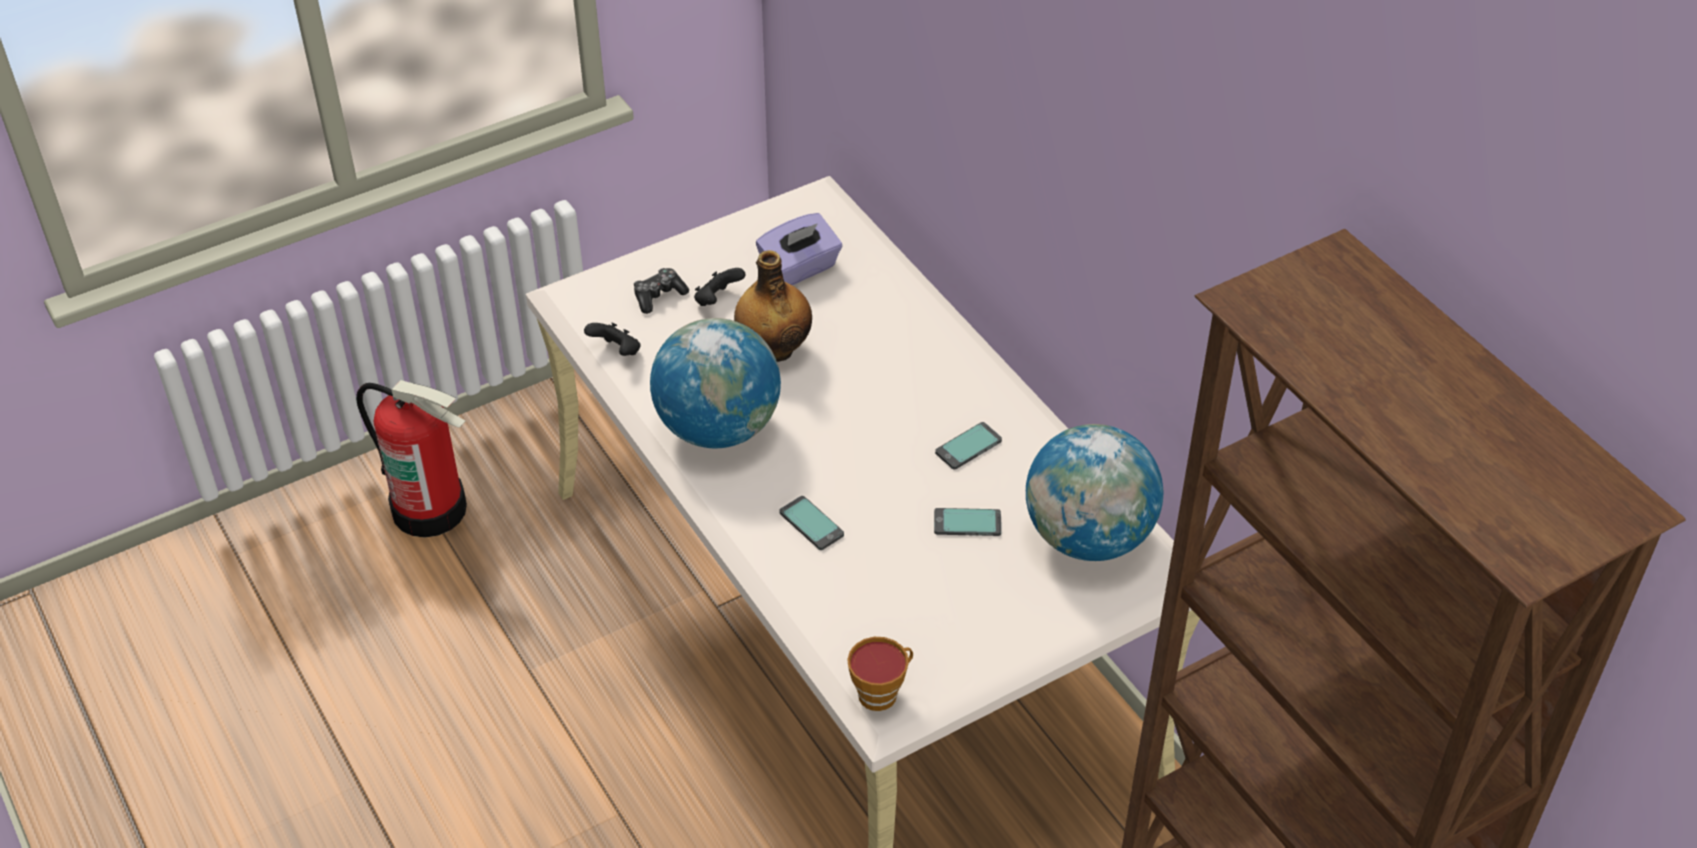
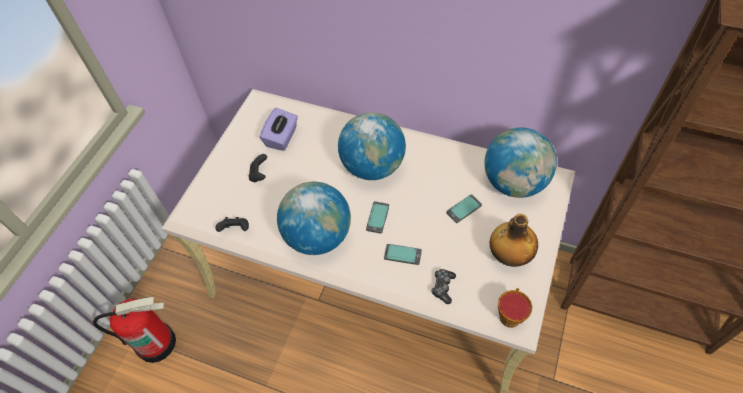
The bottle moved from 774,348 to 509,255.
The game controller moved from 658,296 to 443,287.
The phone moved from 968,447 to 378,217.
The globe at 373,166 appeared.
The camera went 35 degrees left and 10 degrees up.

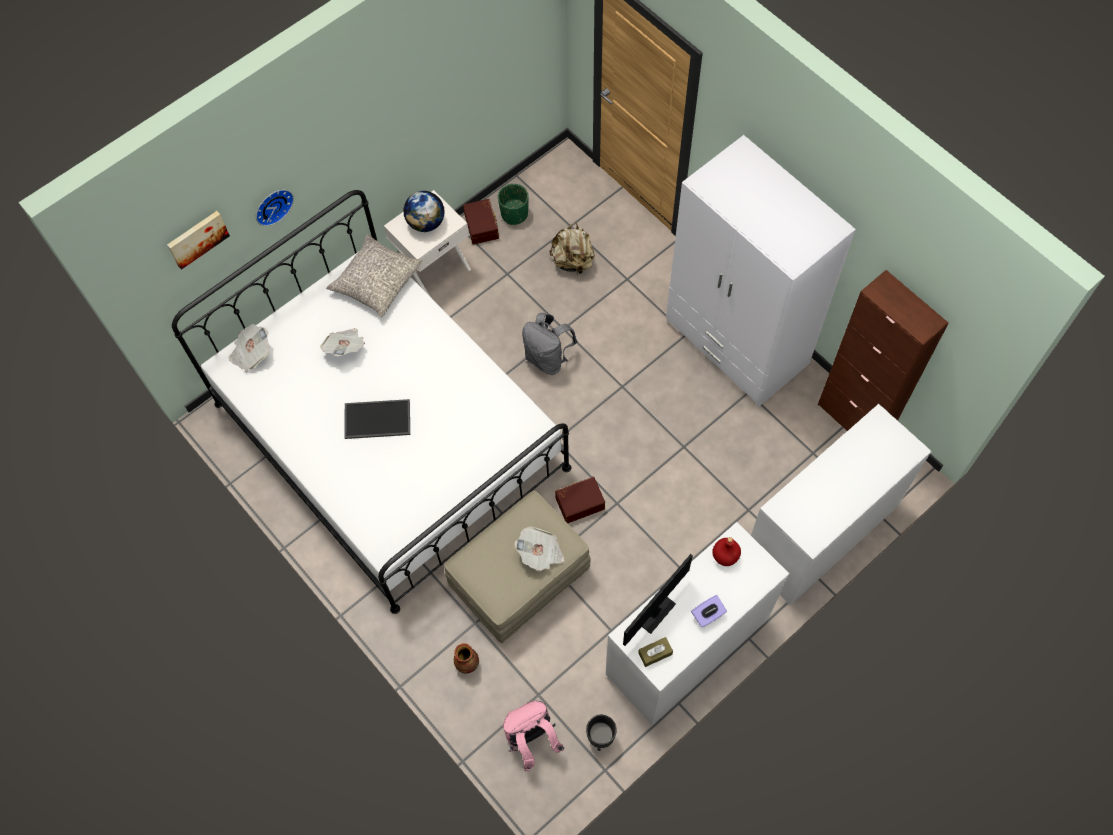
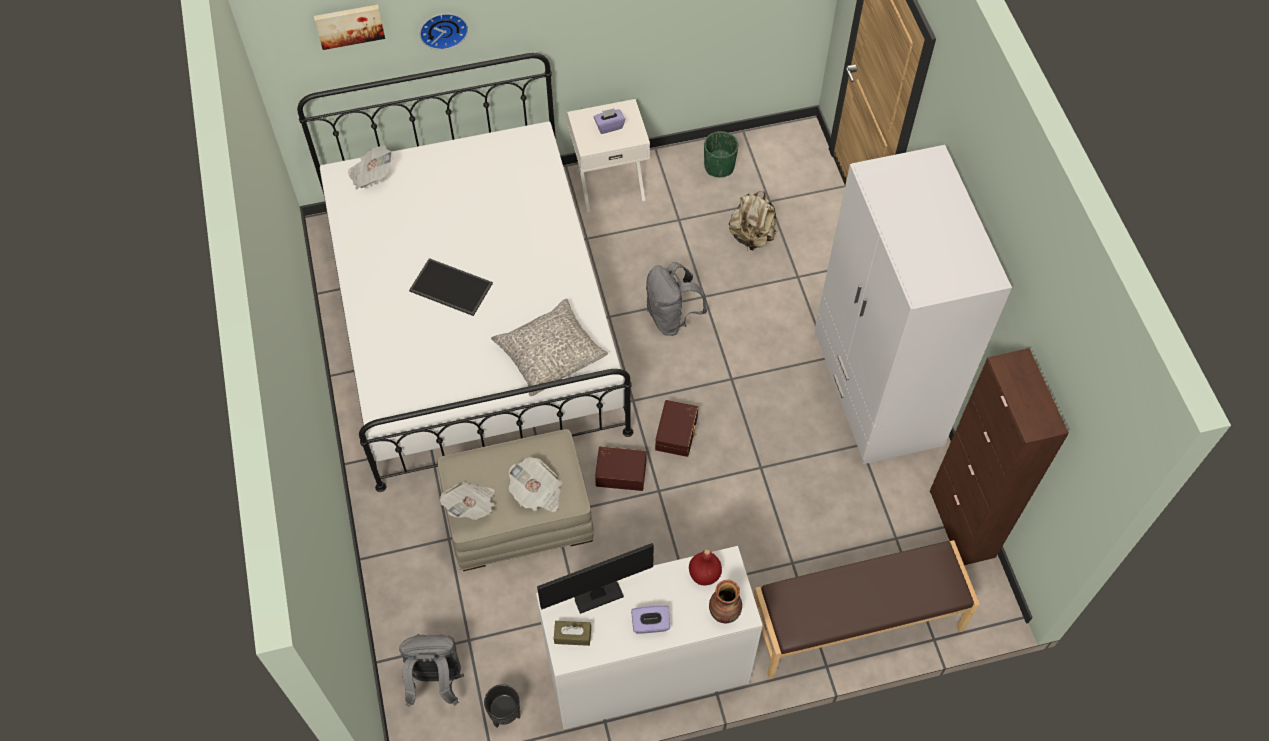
The globe at 426,223 was replaced by the tissue box (purple) at 609,126.
The storage box (brown) moved from 482,226 to 677,433.
The pillow (grey) moved from 376,281 to 550,354.
The newspaper moved from 345,347 to 471,506.
The dresser (white) at 820,533 was replaced by the bench (brown) at 856,624.
The vase moved from 468,664 to 725,613.
The backpack (pink) at 531,740 became the backpack (grey) at 436,681.
The camera went 25 degrees right and 5 degrees down.

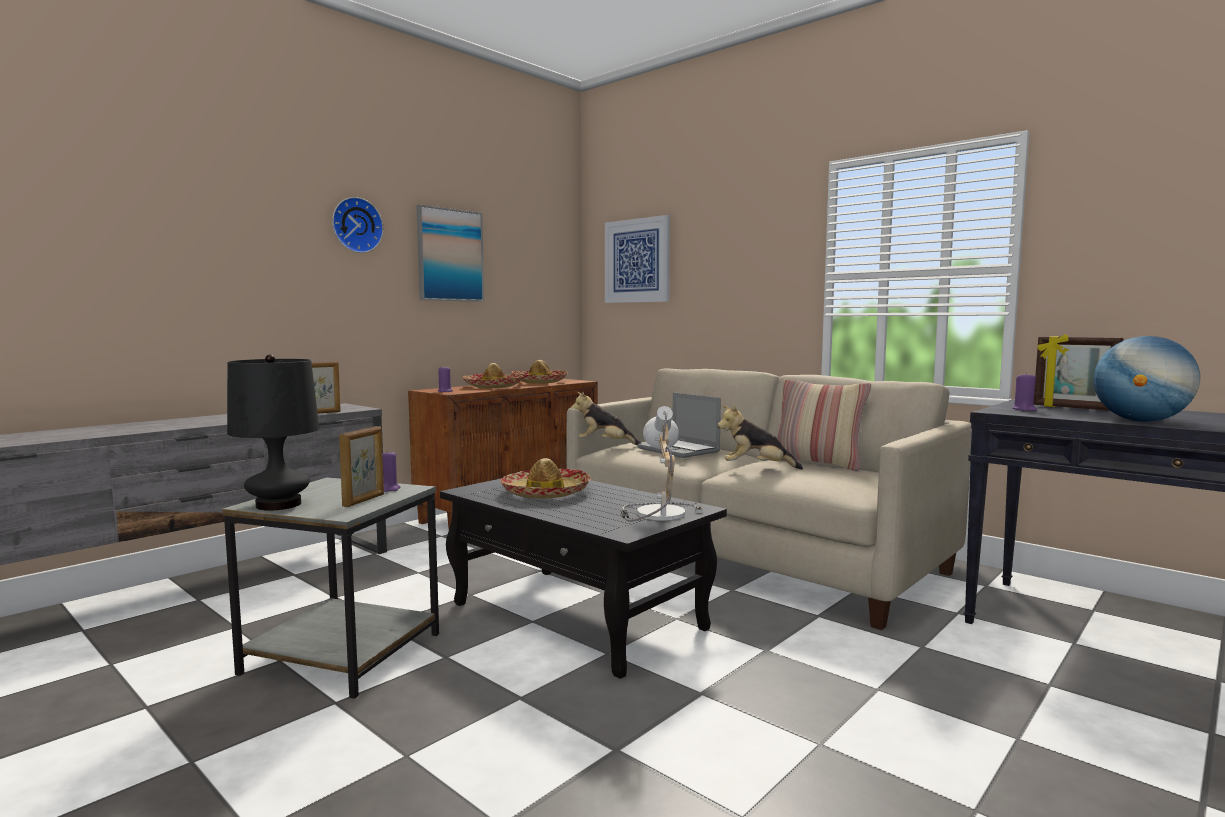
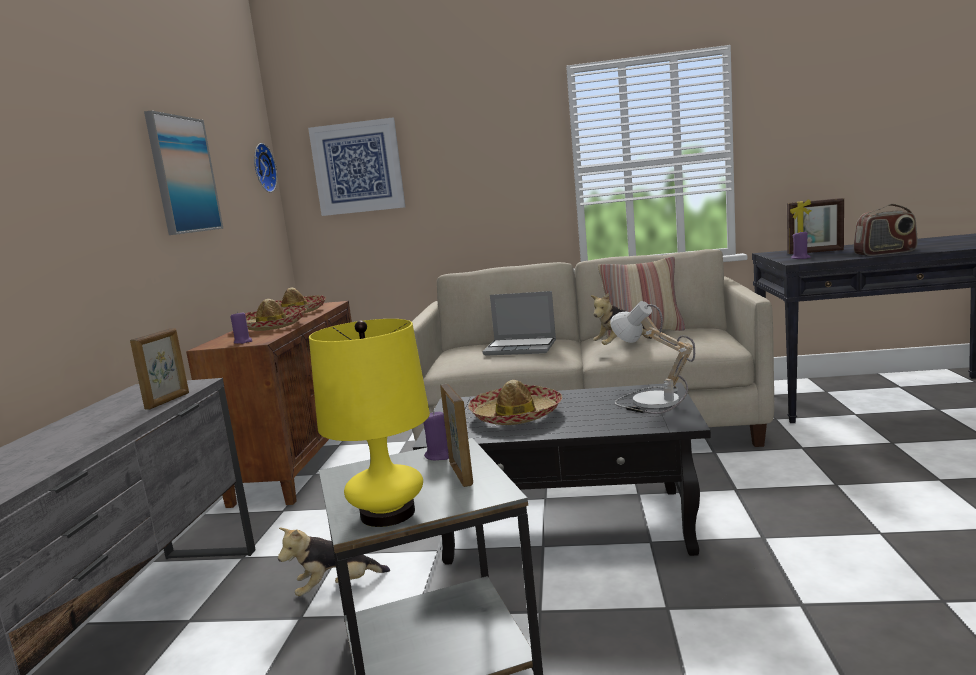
The wall clock moved from 356,225 to 262,168.
The globe at 1141,421 was replaced by the radio at 885,253.
The table lamp (black) at 278,505 became the table lamp (yellow) at 387,513.
The plush toy moved from 605,445 to 336,588.
The camera went 35 degrees left and 5 degrees up.

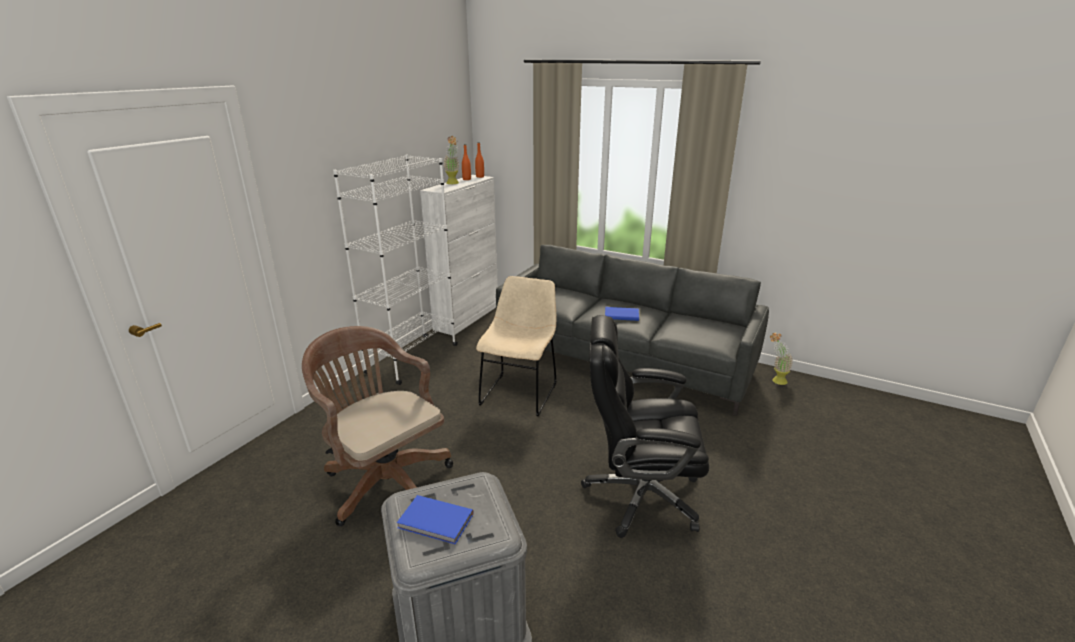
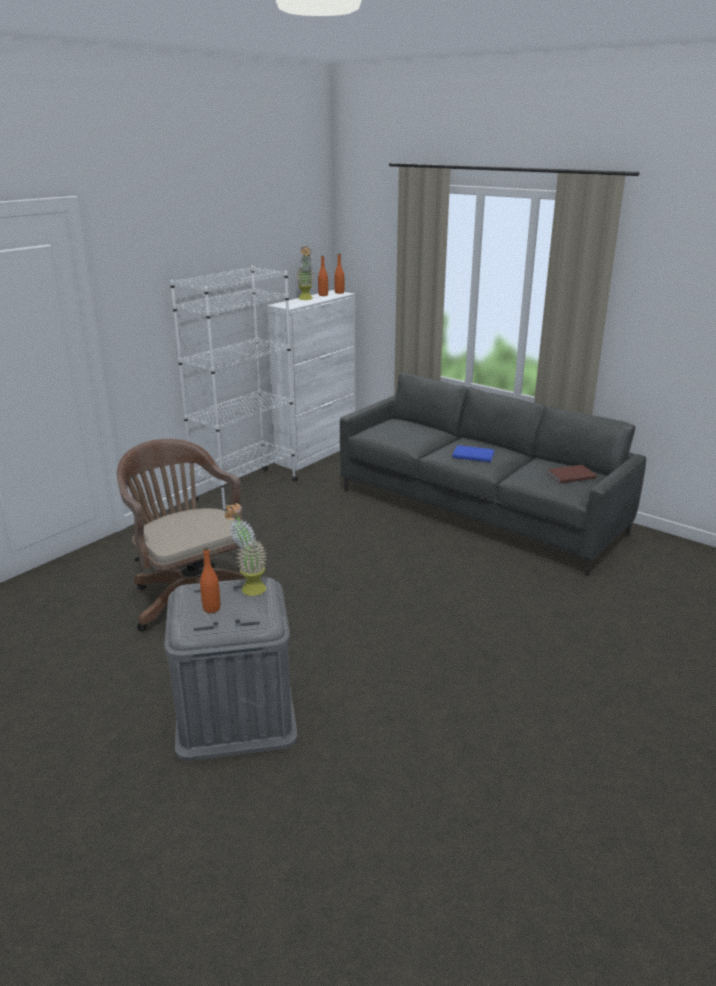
The chair (beige) at 520,392 disappeared.
The office chair (black) at 639,495 disappeared.
The potted plant moved from 775,380 to 248,587.
The book (blue) at 436,522 was replaced by the bottle (orange) at 211,608.
The book (brown) at 570,475 appeared.
The camera went 10 degrees right and 0 degrees up.

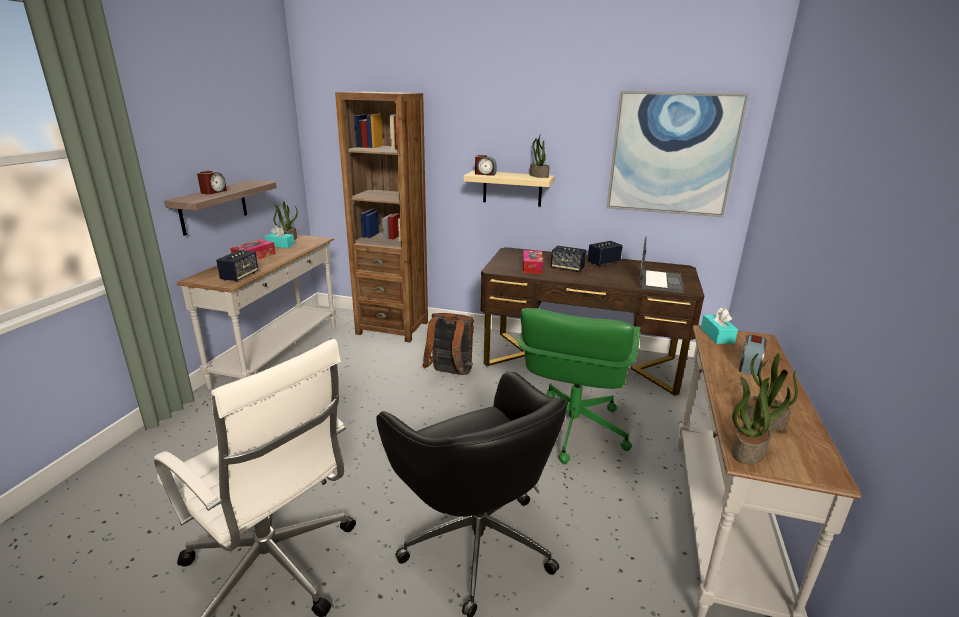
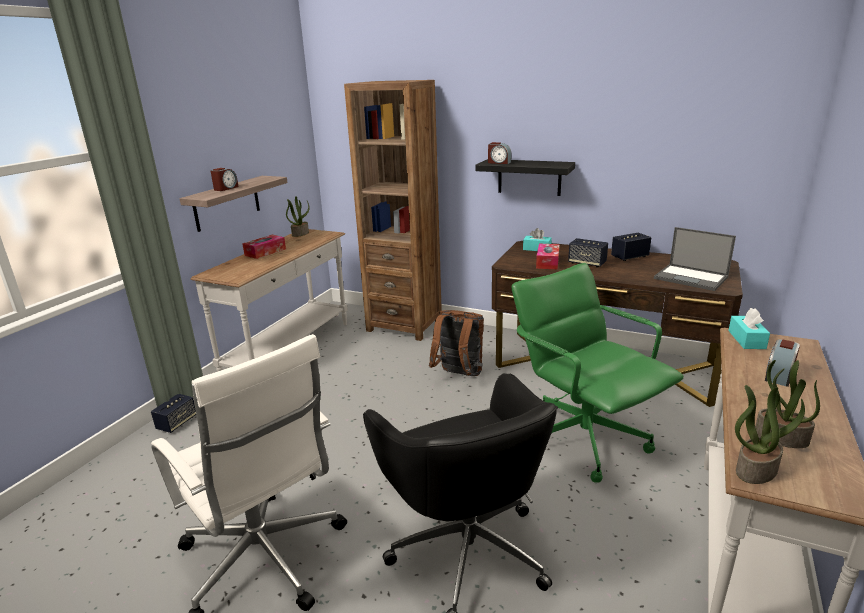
The picture at 672,154 disappeared.
The potted plant at 538,176 disappeared.
The shelf (beige) at 512,188 became the shelf (black) at 529,177.
The tissue box (turquoise) moved from 280,245 to 537,249.
The laptop at 660,281 turned 105 degrees clockwise.
The speaker moved from 240,276 to 177,423.
The office chair (green) at 571,428 turned 120 degrees clockwise.
The camera went 10 degrees right and 0 degrees up.

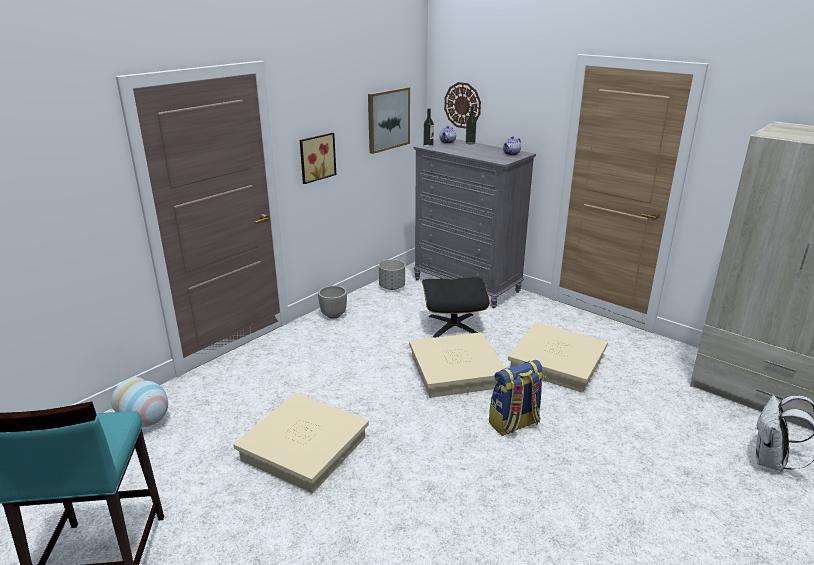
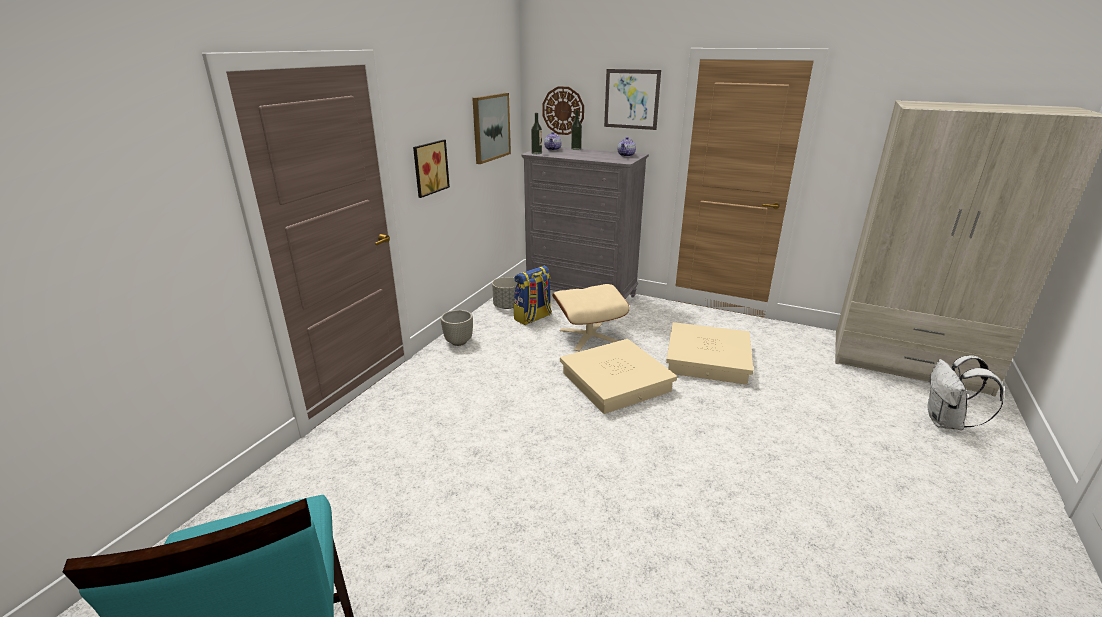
The ottoman (black) at 453,325 became the ottoman (beige) at 589,336.
The backpack moved from 514,424 to 533,318.
The vase at 147,421 disappeared.
The storage box (beige) at 304,448 disappeared.
The picture at 631,99 appeared.
The camera went 15 degrees left and 0 degrees up.

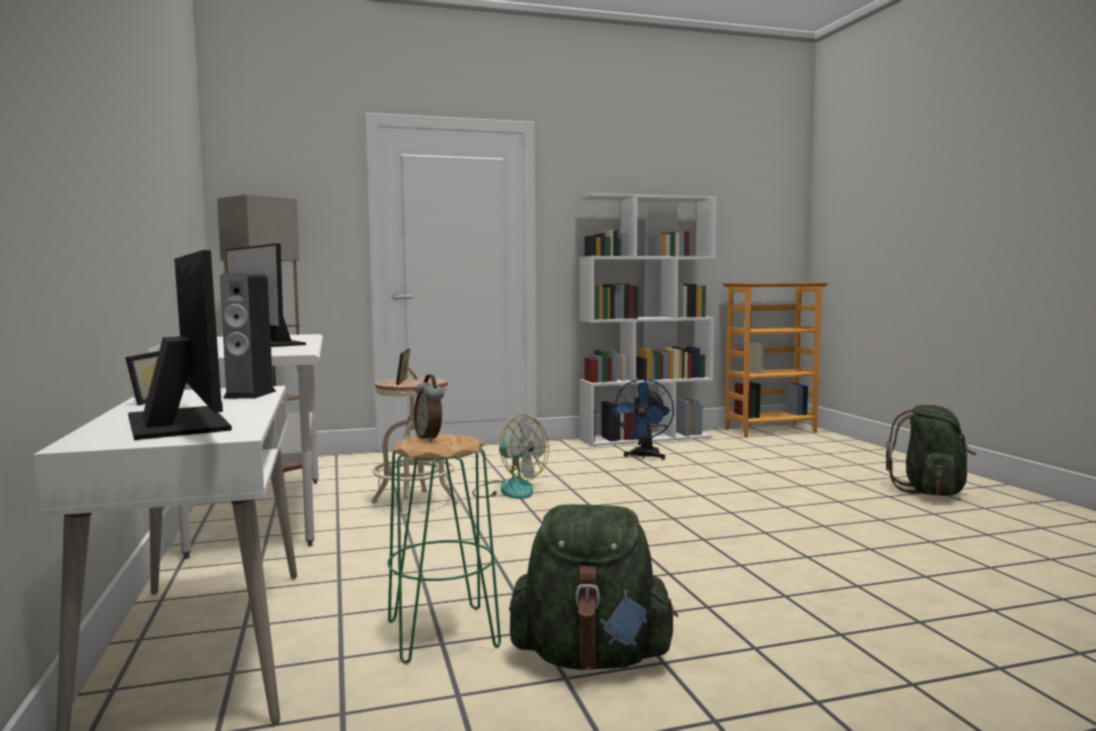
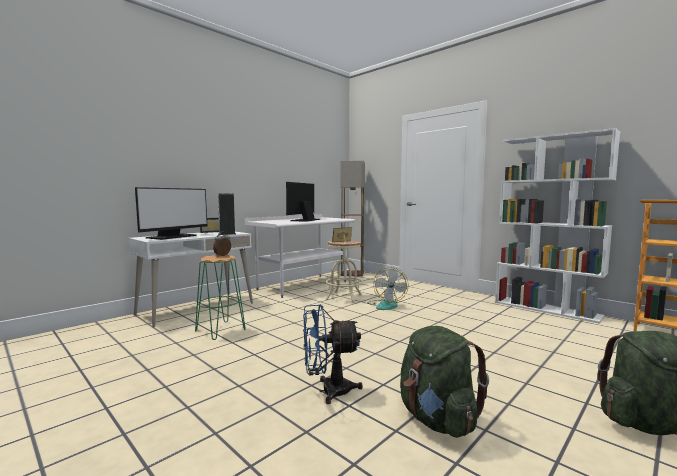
The fan (blue) moved from 644,457 to 328,391.
The backpack (green) moved from 591,658 to 437,419.
The camera went 60 degrees right and 0 degrees up.

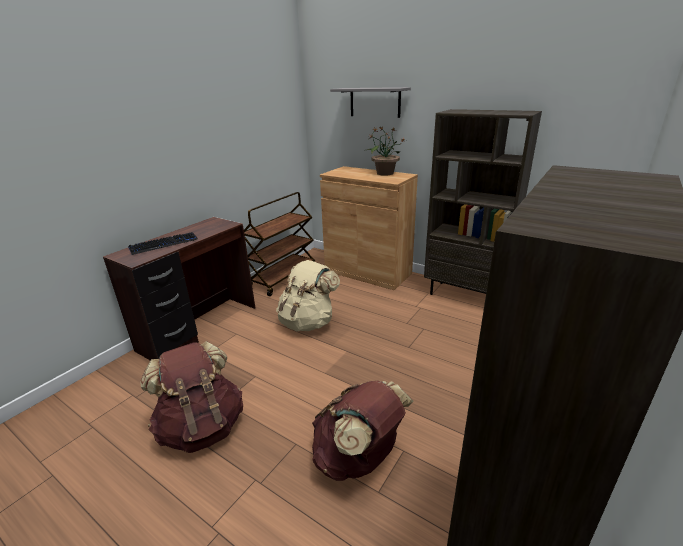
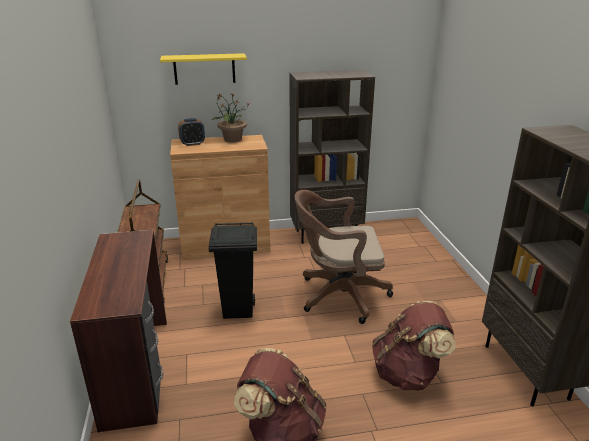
The shelf (grey) at 375,102 became the shelf (yellow) at 204,69.
The keyboard at 164,244 disappeared.
The backpack (beige) at 308,322 was replaced by the trash can (black) at 238,310.
The alarm clock at 192,144 appeared.
The office chair (brown) at 338,295 appeared.
The camera went 45 degrees left and 0 degrees up.

